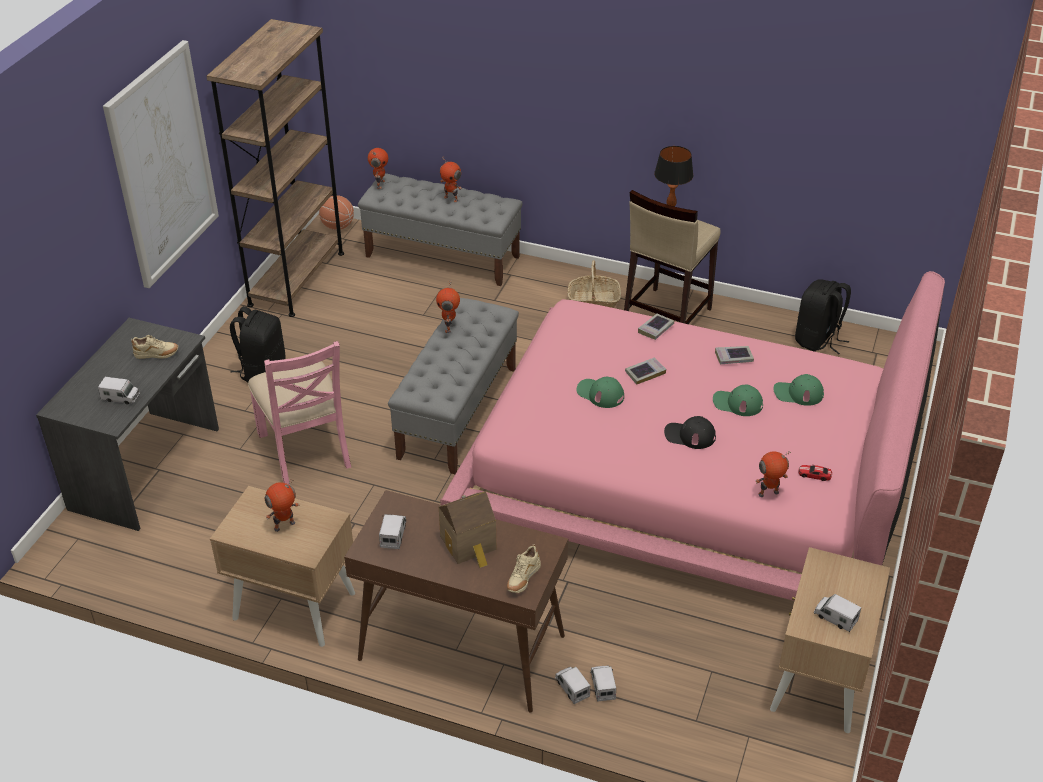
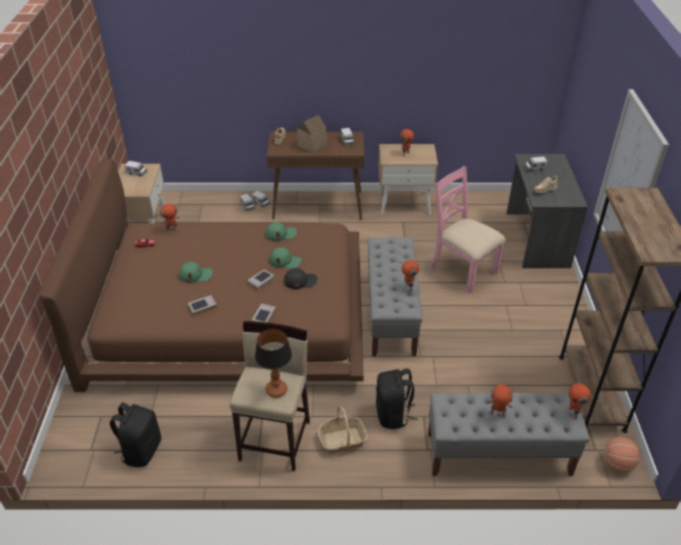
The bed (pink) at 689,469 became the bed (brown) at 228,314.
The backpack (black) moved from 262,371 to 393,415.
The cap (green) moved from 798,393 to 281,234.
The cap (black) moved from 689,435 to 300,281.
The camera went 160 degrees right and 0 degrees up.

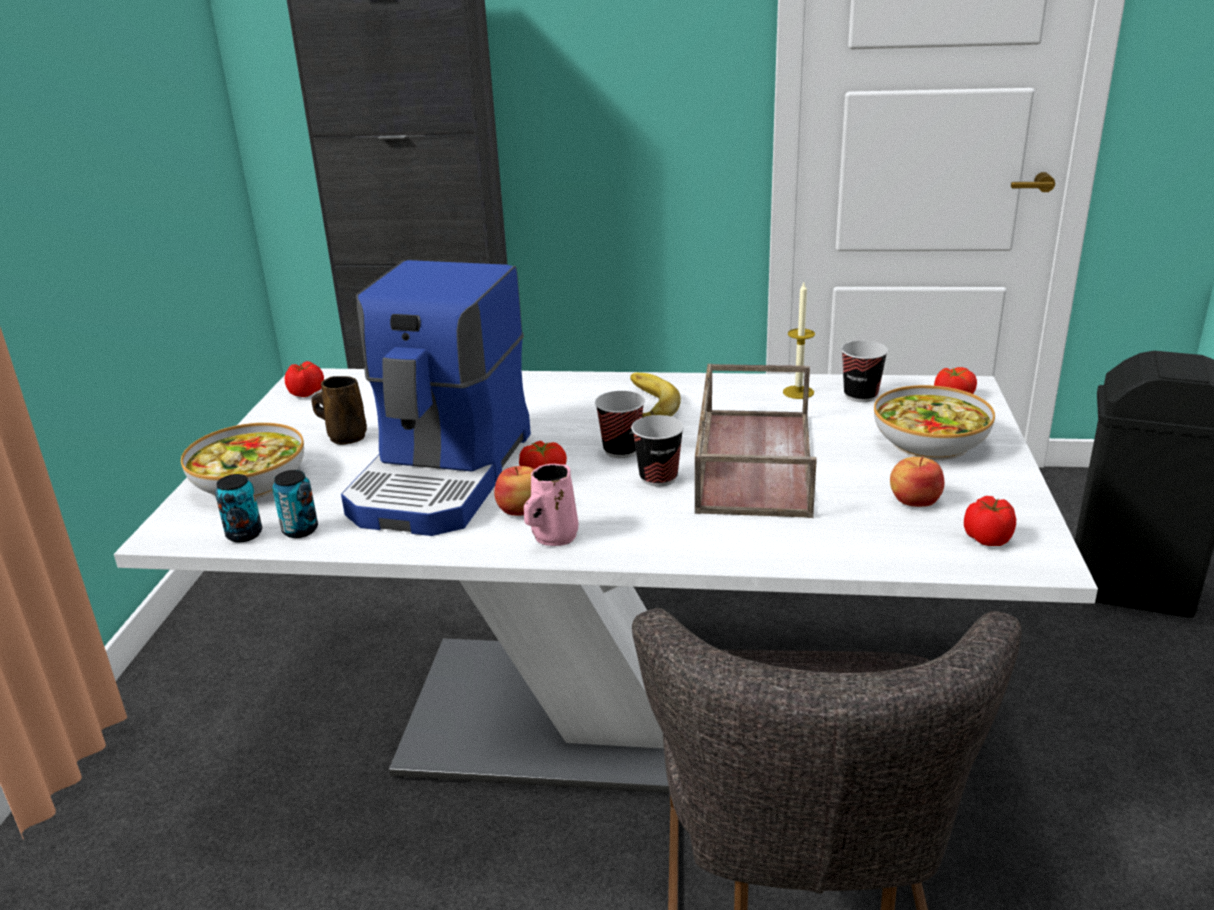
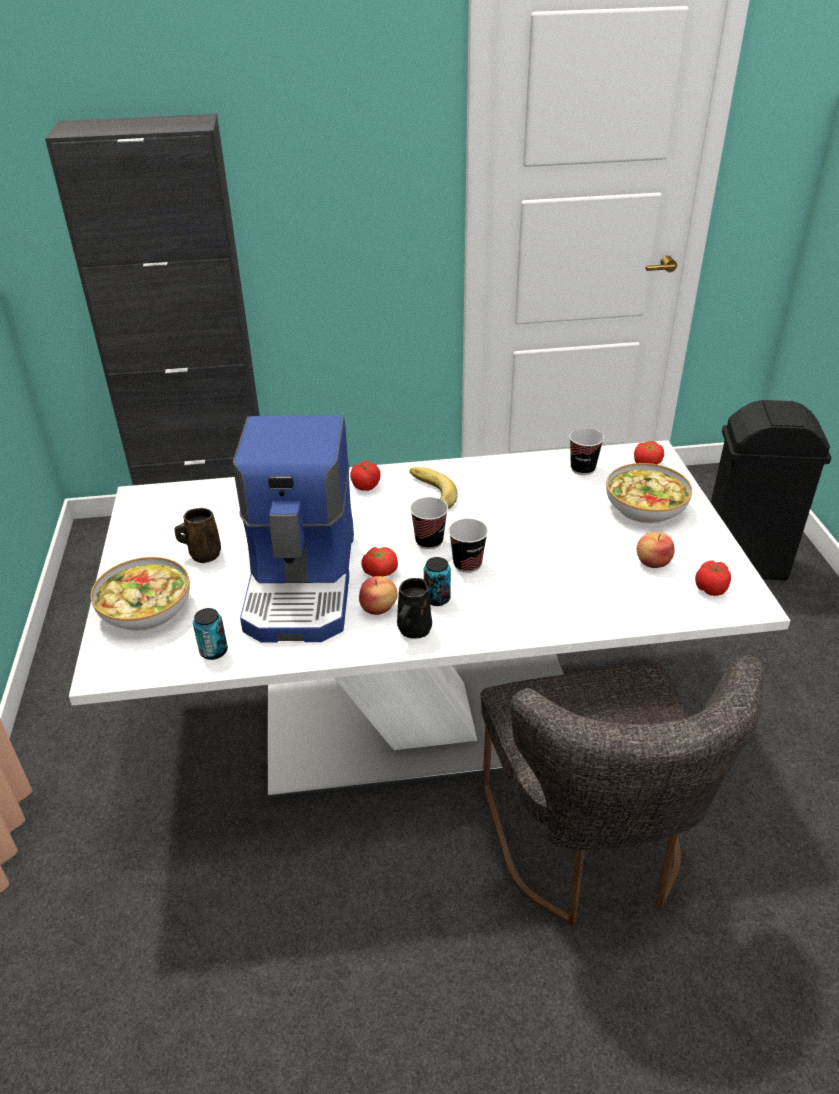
The candle at 798,392 disappeared.
The tomato moved from 307,393 to 366,486.
The tray (brown) at 752,460 disappeared.
The mug (pink) at 553,537 became the mug (black) at 413,630.
The can moved from 244,534 to 437,598.
The camera went 15 degrees left and 10 degrees up.

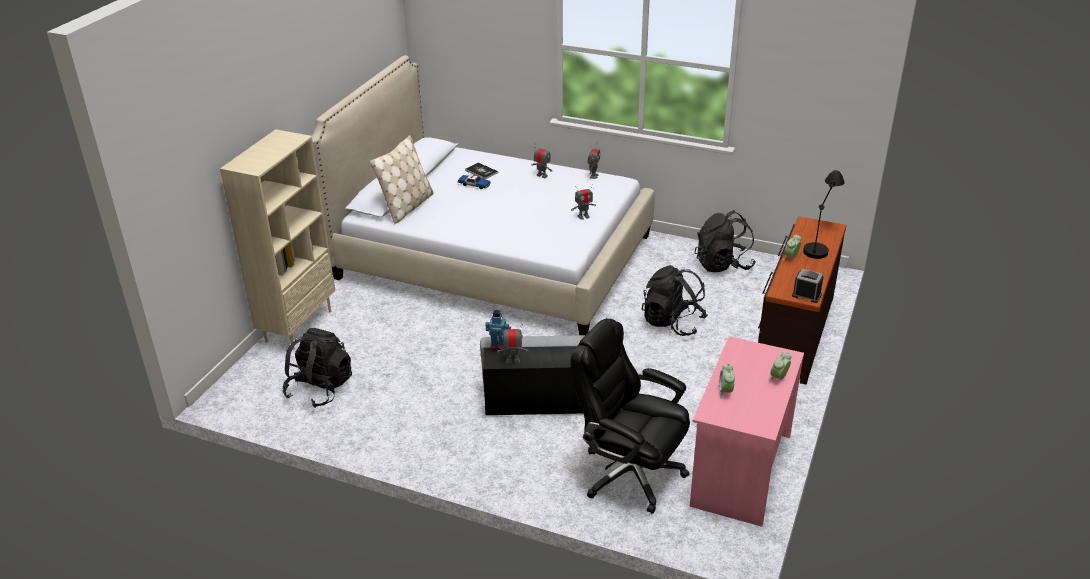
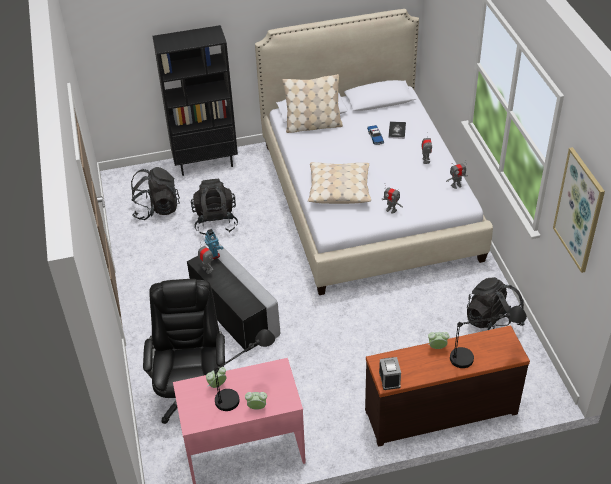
The bookcase (beige) at 298,326 became the bookcase (black) at 206,163.
The backpack (black) moved from 672,323 to 215,222.
The picture at 579,210 appeared.
The pillow (beige) at 339,189 appeared.
The table lamp (black) at 244,389 appeared.
The camera went 55 degrees right and 10 degrees up.

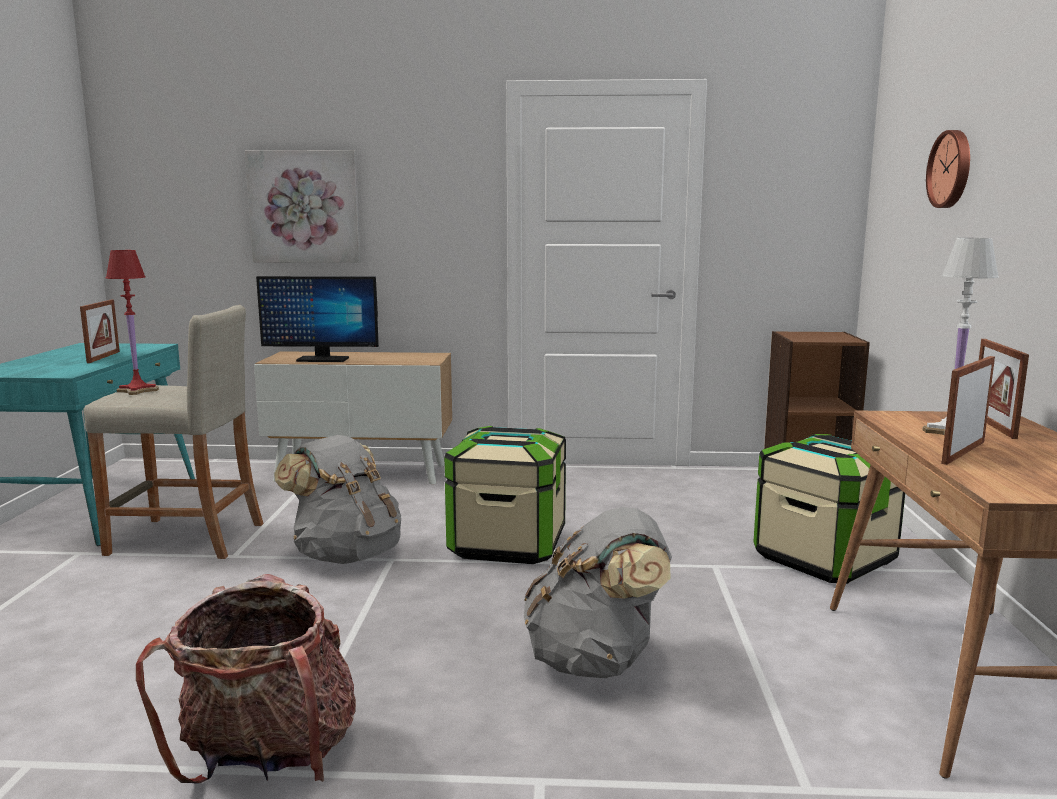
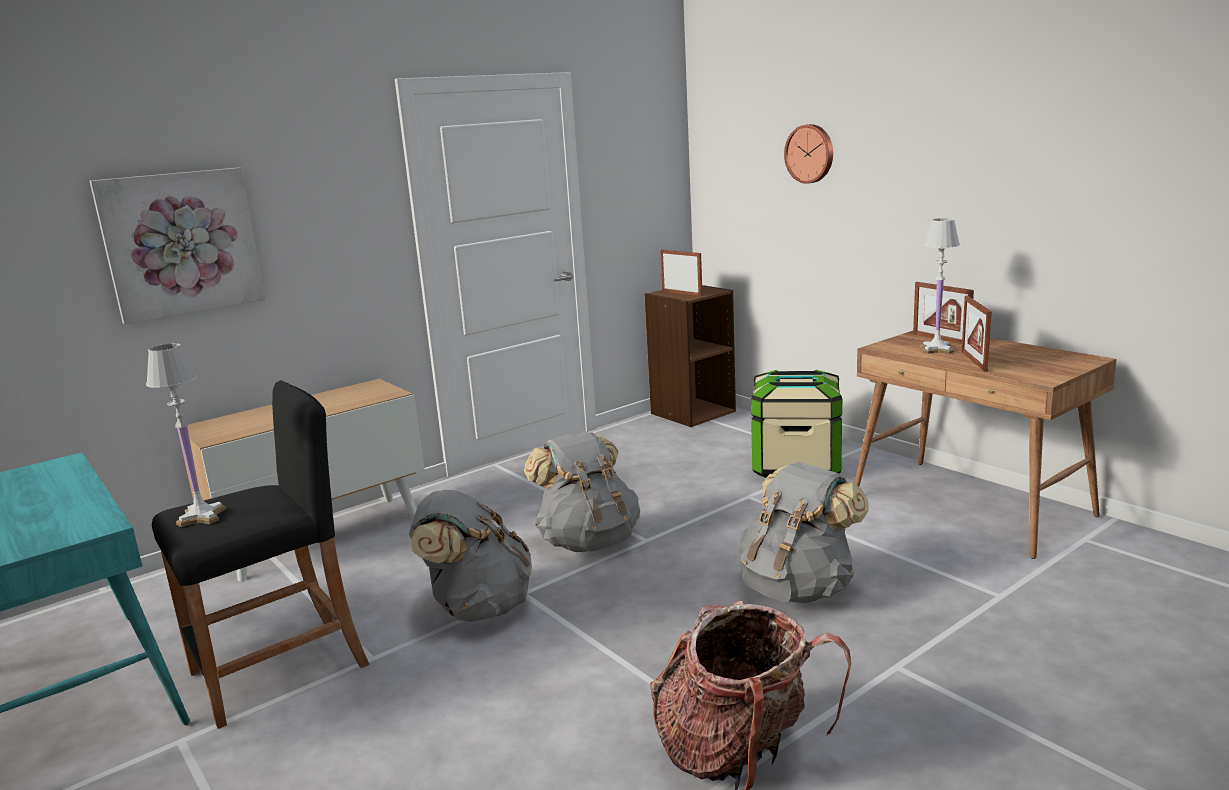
The table lamp (red) at 138,390 became the table lamp (white) at 202,516.
The monitor at 322,359 disappeared.
The picture frame moved from 103,357 to 682,293.
The stool (beige) at 186,539 became the stool (black) at 279,670.
The storage box at 508,544 was replaced by the backpack (grey) at 588,541.
The camera went 40 degrees left and 5 degrees up.

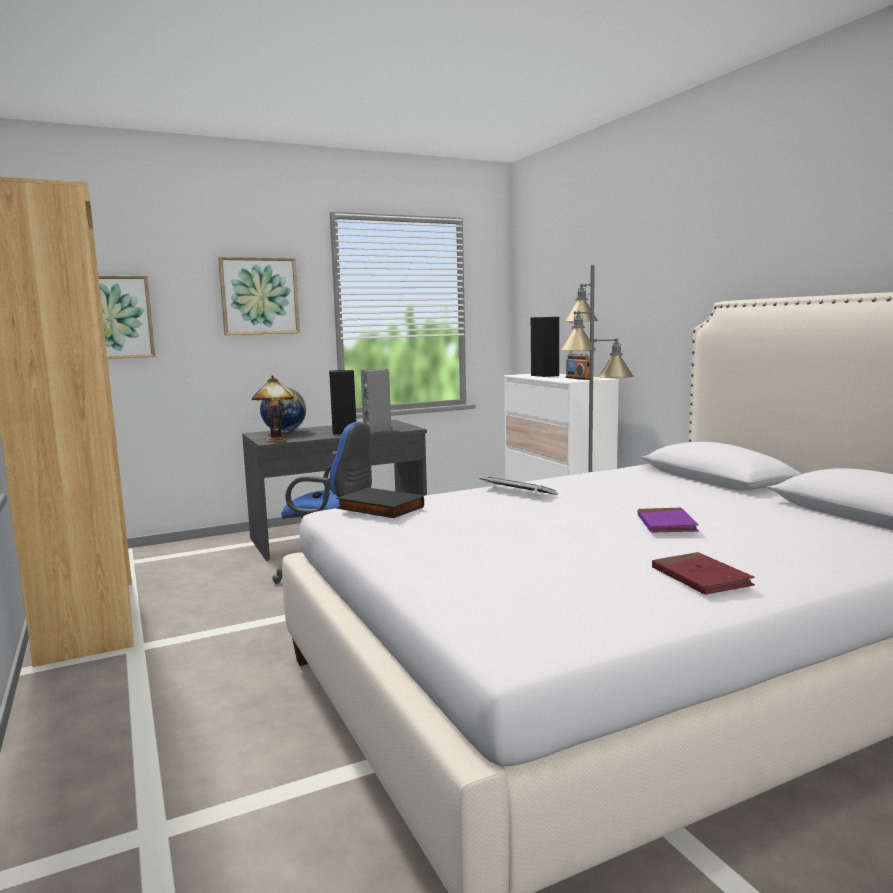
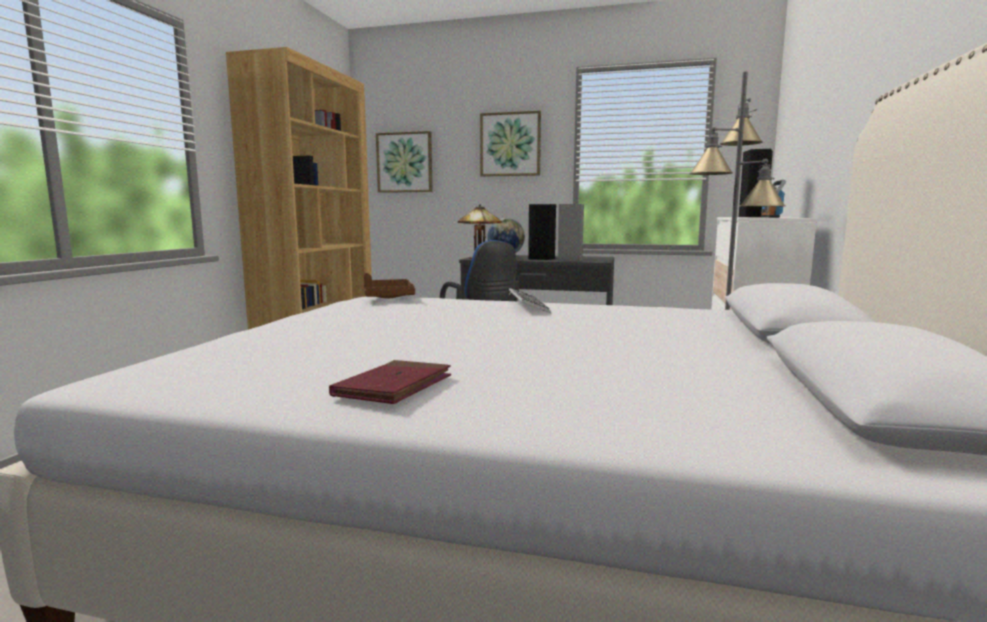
The book (black) at 378,508 was replaced by the tray (brown) at 388,297.
The book (purple) at 666,524 disappeared.
The camera went 40 degrees right and 0 degrees up.

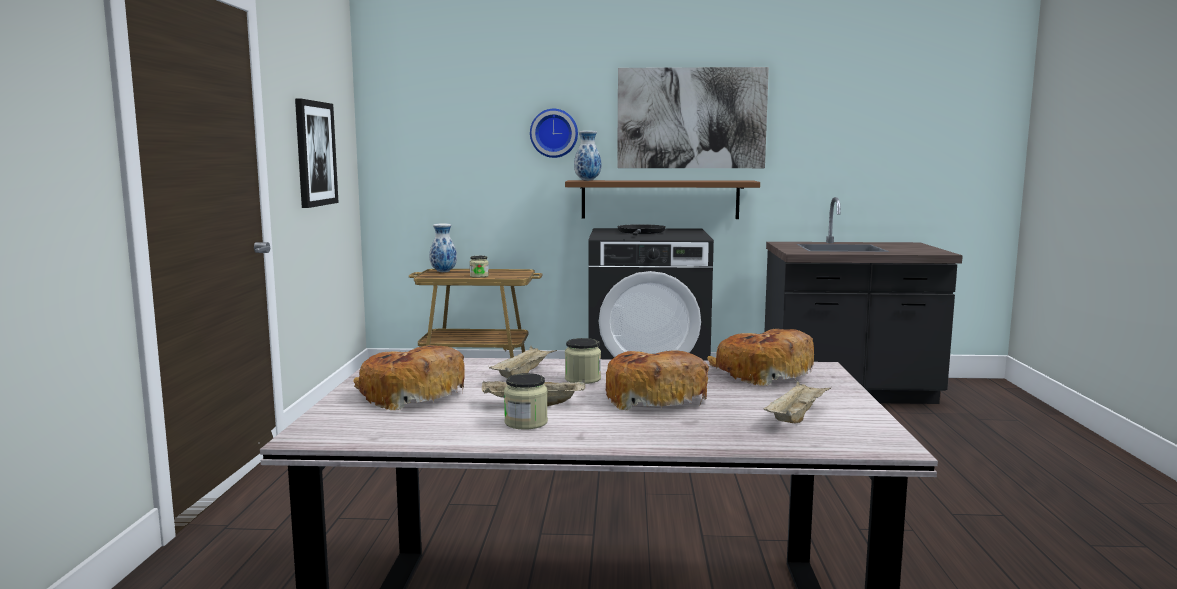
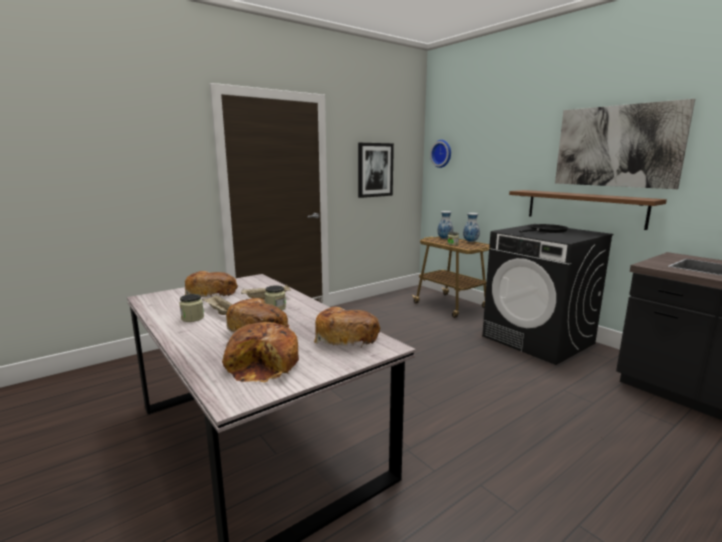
The wall clock moved from 554,133 to 442,153.
The vase moved from 587,180 to 471,241.
The tray (beige) at 796,417 was replaced by the bread at 264,365.
The camera went 50 degrees right and 5 degrees up.

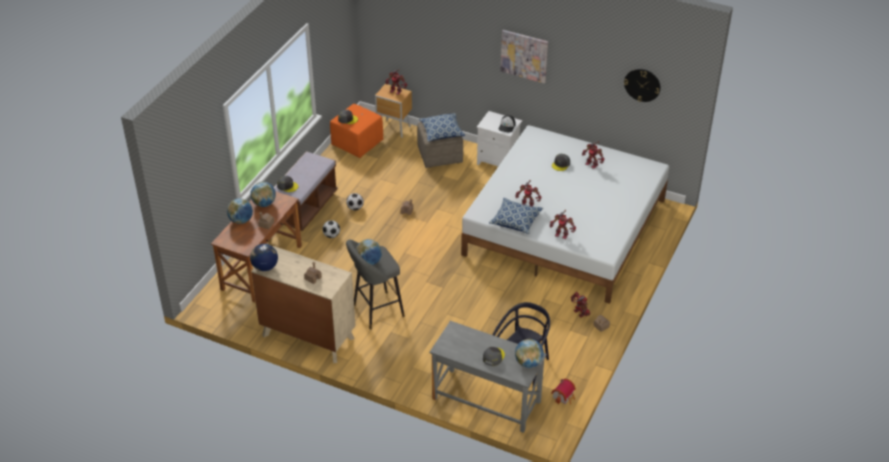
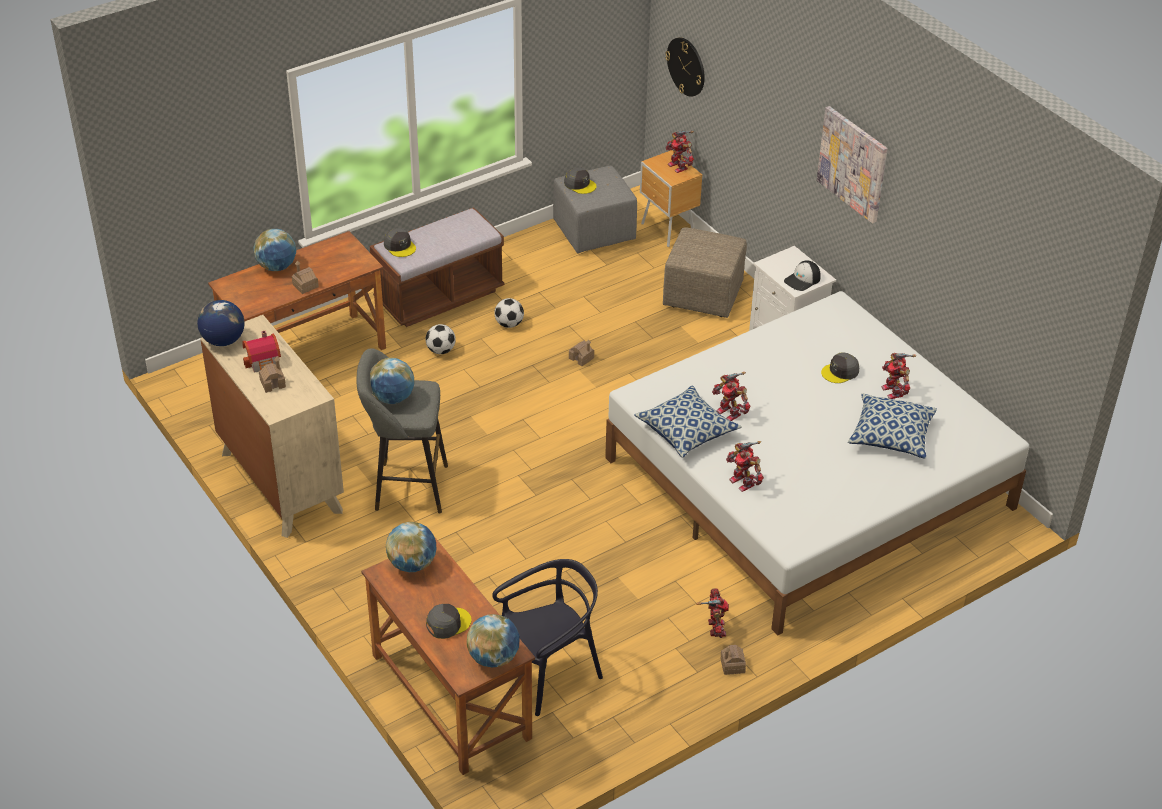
The wall clock moved from 642,85 to 686,66.
The ottoman (orange) at 357,143 became the ottoman (grey) at 594,231.
The pillow moved from 441,133 to 890,436.
The globe moved from 264,203 to 412,564.
The desk (grey) at 486,400 became the desk (brown) at 450,697.
The toy house moved from 564,396 to 264,363.
The camera went 30 degrees right and 0 degrees up.

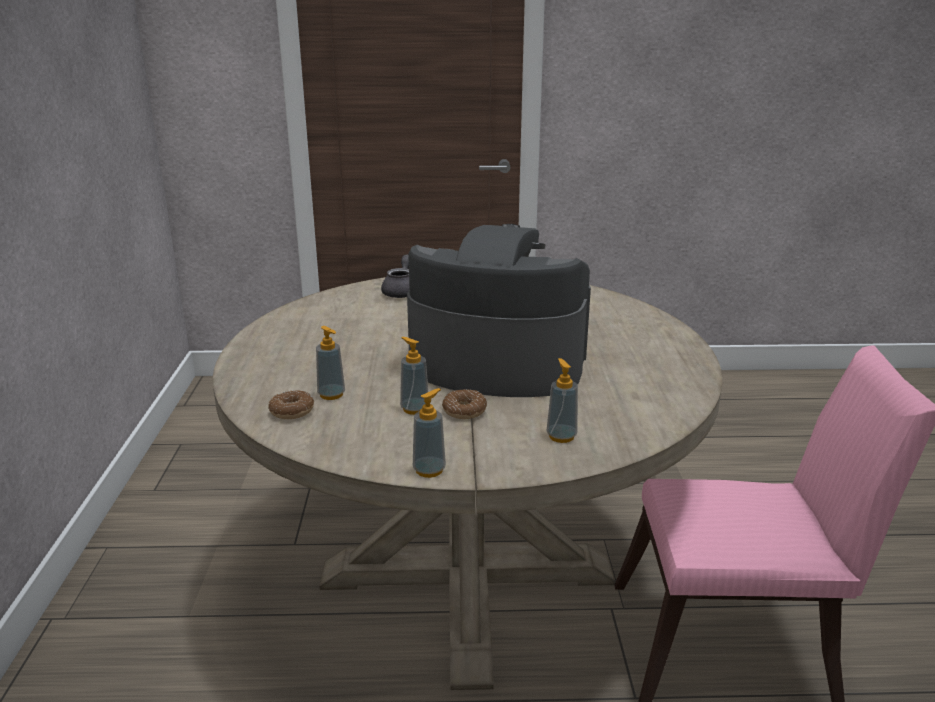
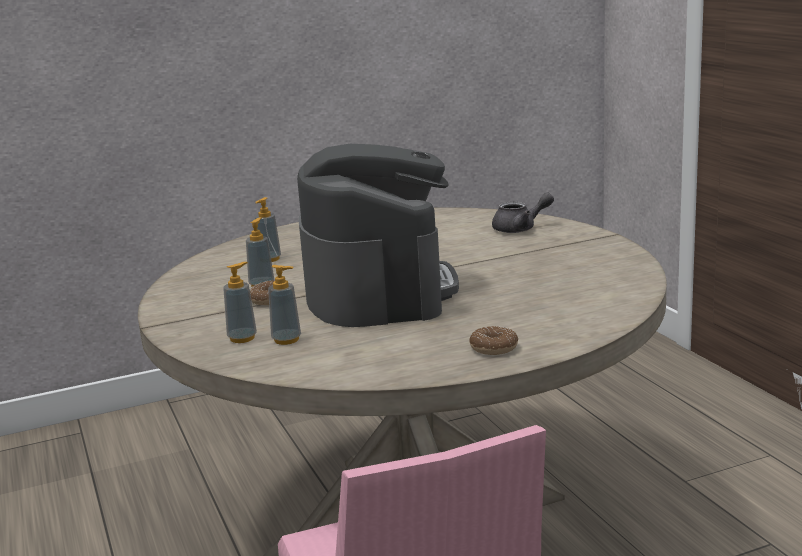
The soap dispenser moved from 429,470 to 286,340.
The donut moved from 292,411 to 494,348.
The camera went 70 degrees right and 5 degrees down.

